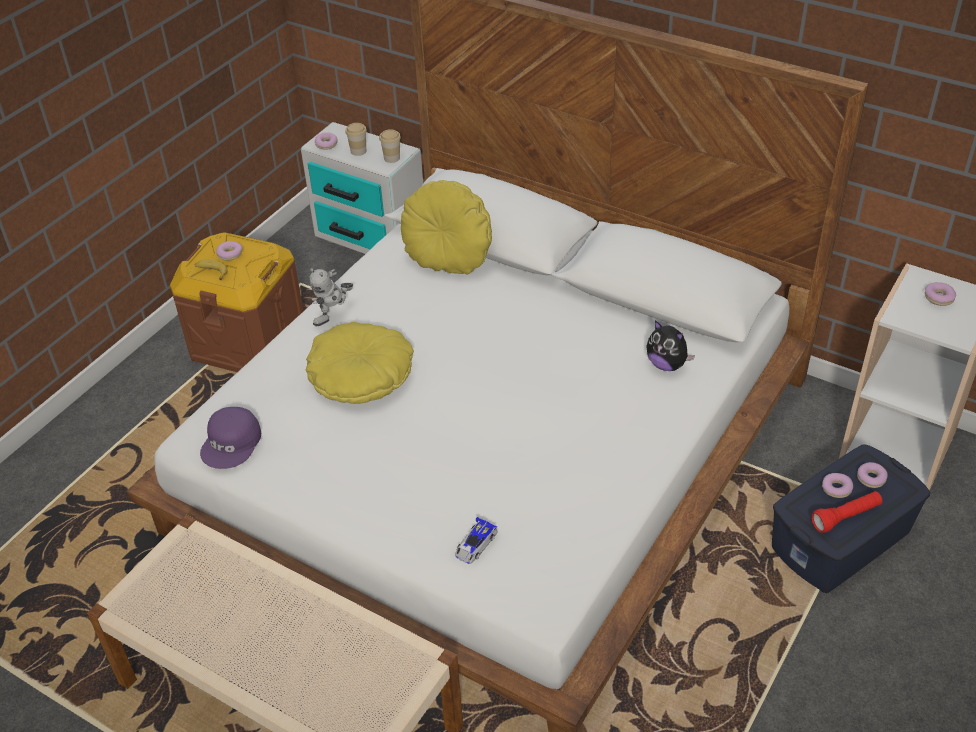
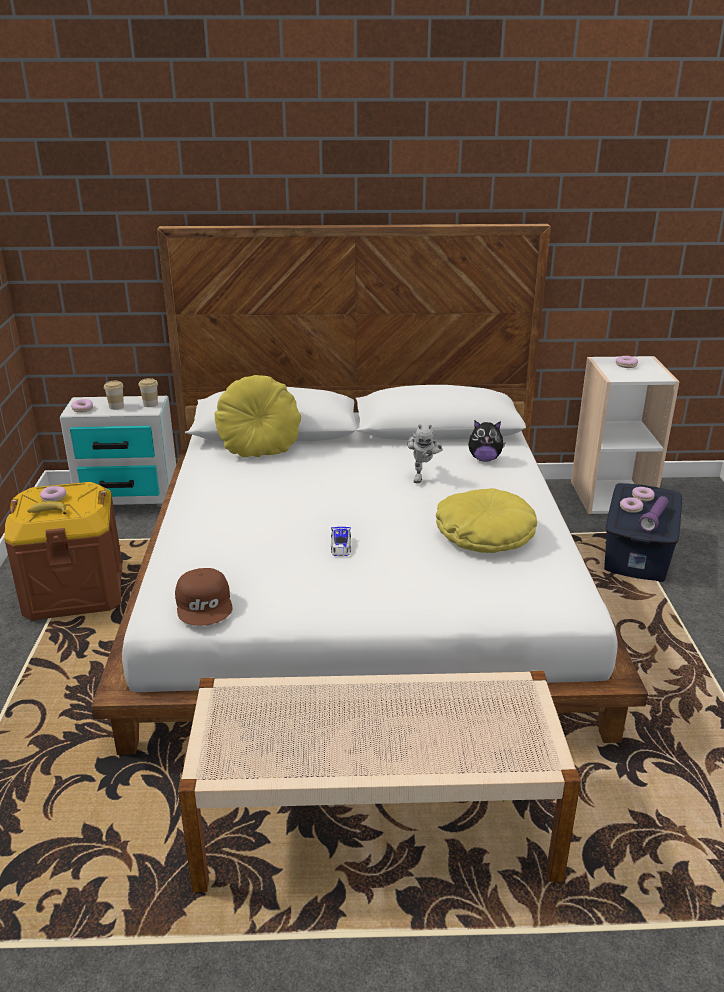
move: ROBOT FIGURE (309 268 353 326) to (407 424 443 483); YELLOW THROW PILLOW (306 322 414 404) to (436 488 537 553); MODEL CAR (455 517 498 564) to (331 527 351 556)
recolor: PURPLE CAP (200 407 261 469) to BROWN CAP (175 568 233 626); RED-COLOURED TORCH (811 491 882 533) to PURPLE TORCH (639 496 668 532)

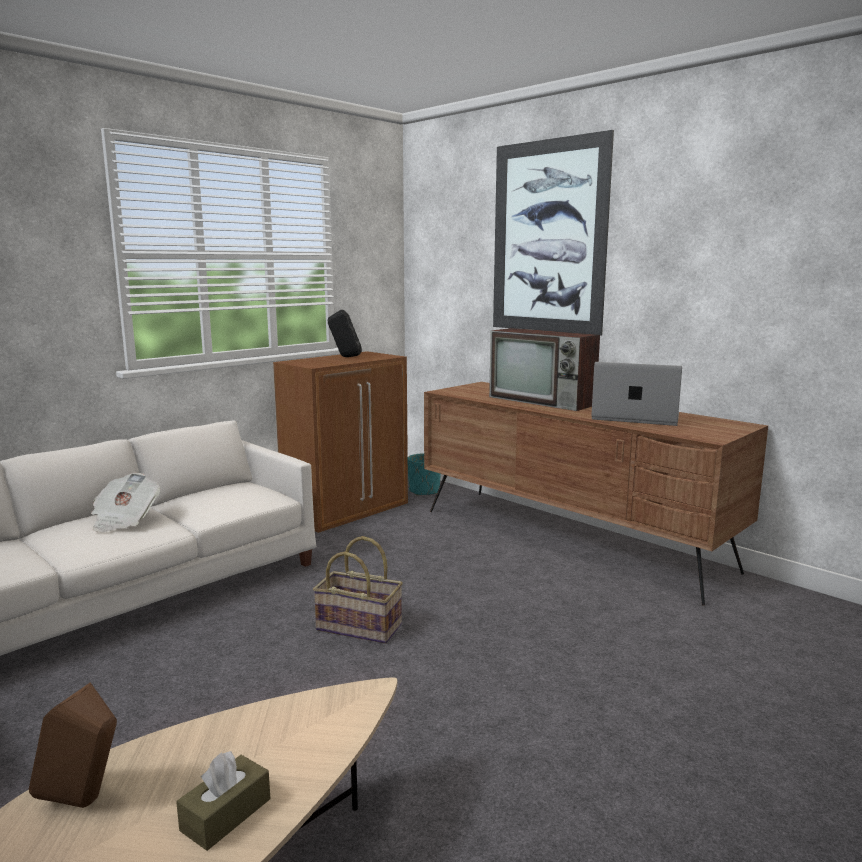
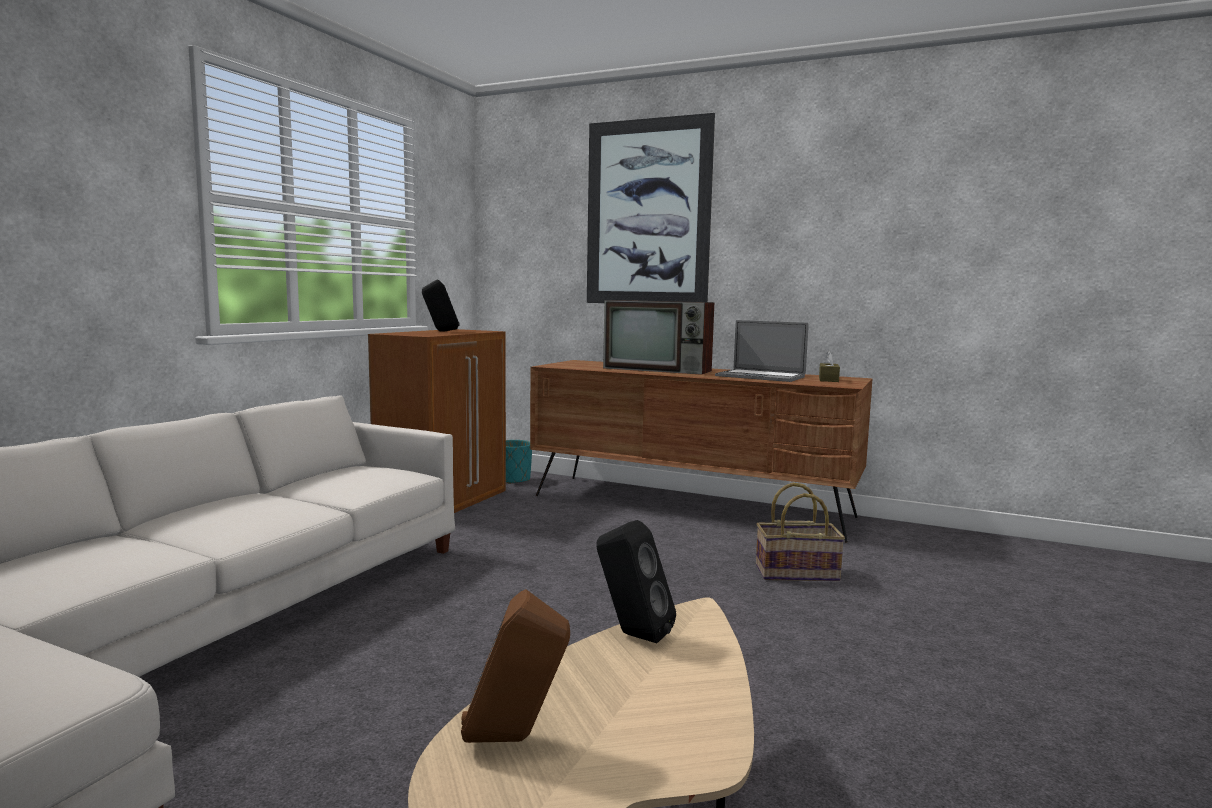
delete: PRINTED PAPER (91 473 160 532)
insert: BLACK LOUDSPEAKER (596 520 676 643)
move: BASKET (313 536 403 644) to (756 483 845 581); BROWN BOX OF TISSUES (176 751 270 851) to (819 351 840 382)
rotate: PORTABLE COMPUTER (591 362 682 426) = (715 320 809 382) 150 degrees counterclockwise

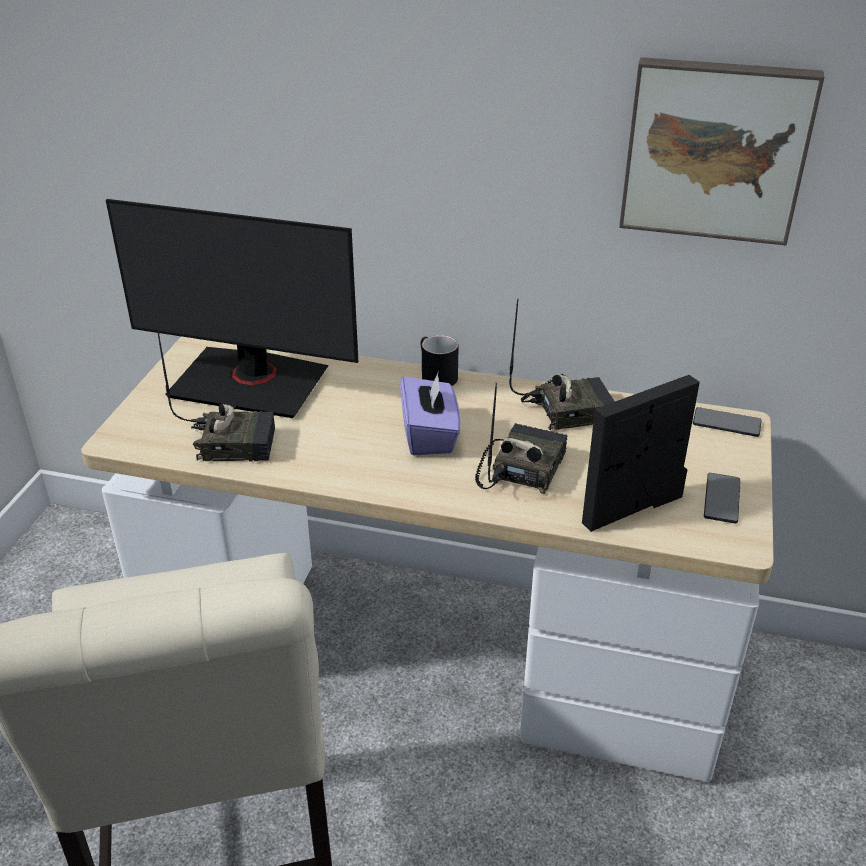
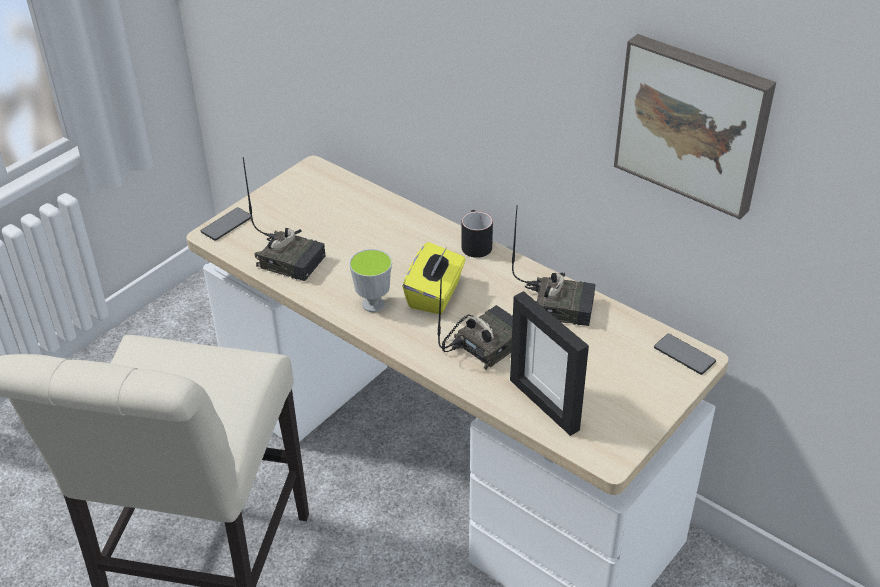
delete: COMPUTER SCREEN (106 199 358 418)
insert: DRINKING CUP (349 249 392 312)
move: HANDSET (704 473 740 523) to (201 207 251 241)
recolor: PURPLE BOX OF TISSUES (400 371 461 455) to YELLOW BOX OF TISSUES (403 242 466 314)
rotate: PHOTO FRAME (582 375 700 532) = (510 291 589 436) 120 degrees counterclockwise

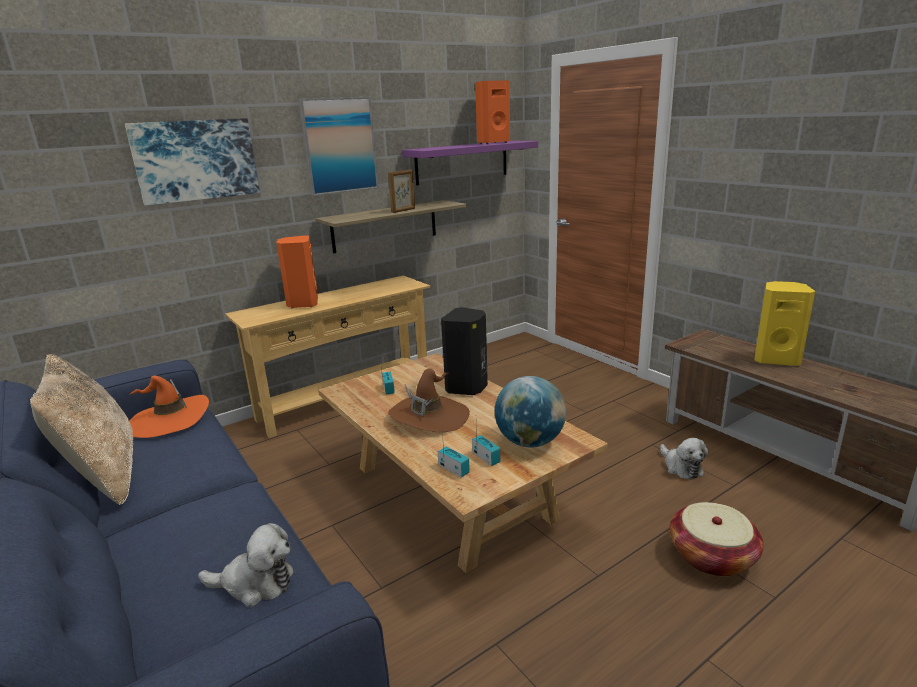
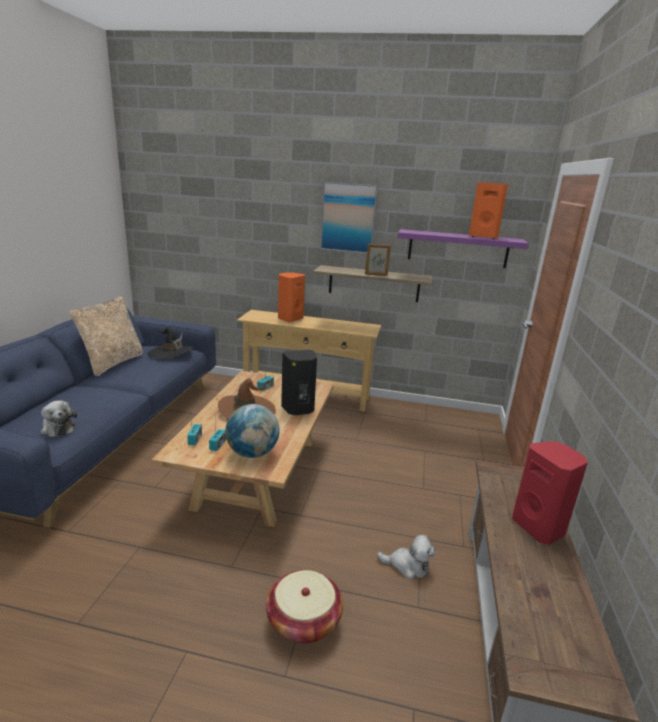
delete: WALL PICTURE (125 118 260 206)
recolor: YELLOW LOUDSPEAKER (755 281 815 366) to RED-COLOURED LOUDSPEAKER (512 441 588 545); ORANGE HAT (130 376 209 438) to BLACK HAT (147 326 193 359)
rotate: CUDDLY TOY (660 438 708 480) = (377 534 435 580) 105 degrees counterclockwise

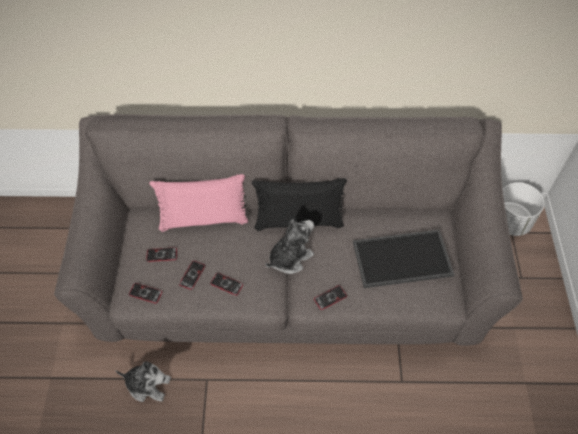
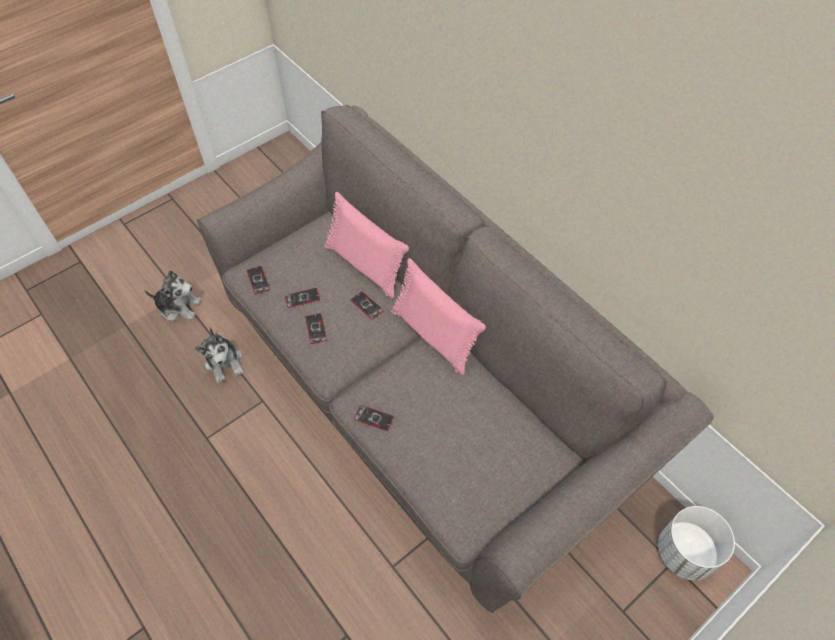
delete: CARRYING TRAY (353 230 454 288)
move: CUDDLY TOY (265 219 314 274) to (144 271 201 321); HANDSET (146 247 177 262) to (351 291 384 319)
recolor: BLACK THROW PILLOW (252 178 347 231) to PINKISH THROW PILLOW (391 258 486 375)

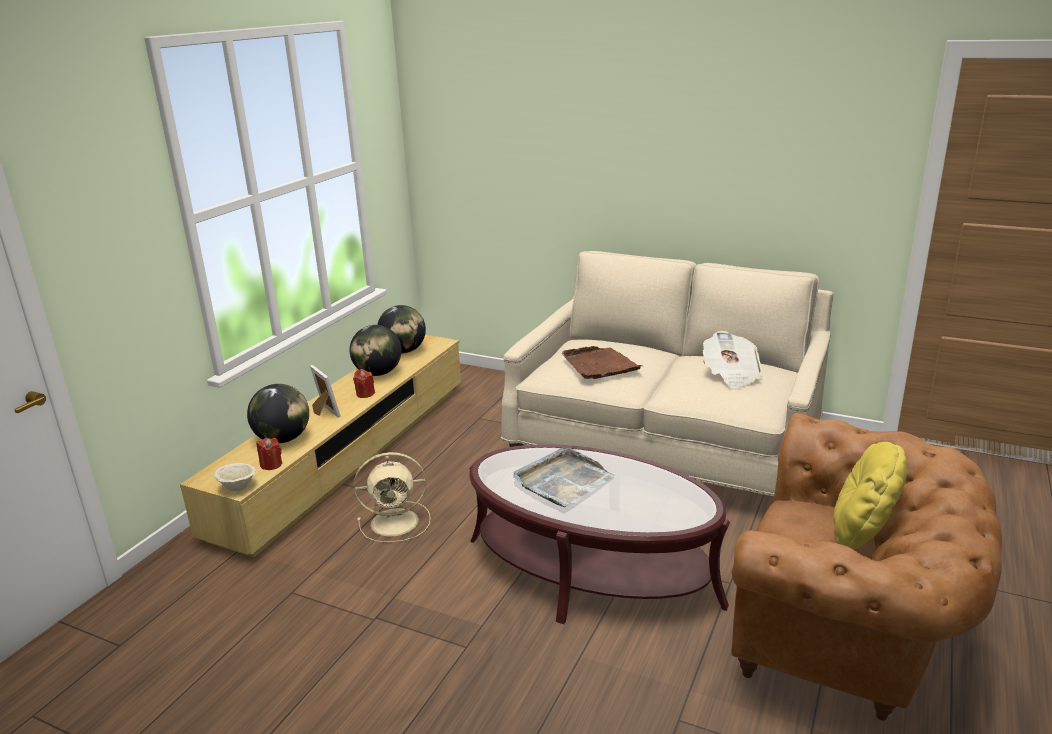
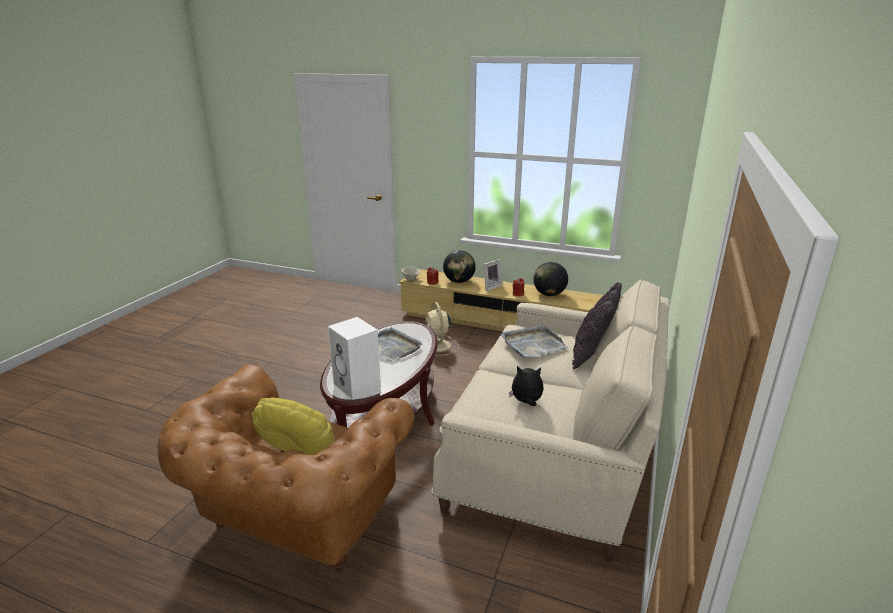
delete: WORLD GLOBE (377 305 426 353)
insert: BLACK THROW PILLOW (572 282 622 370); WHITISH LOUDSPEAKER (328 317 381 400)
replace: PRINTED PAPER (703 331 762 389) to CUDDLY TOY (509 366 544 406)
recolor: BROWN CARRYING TRAY (562 346 642 379) to GREY CARRYING TRAY (501 326 568 358)

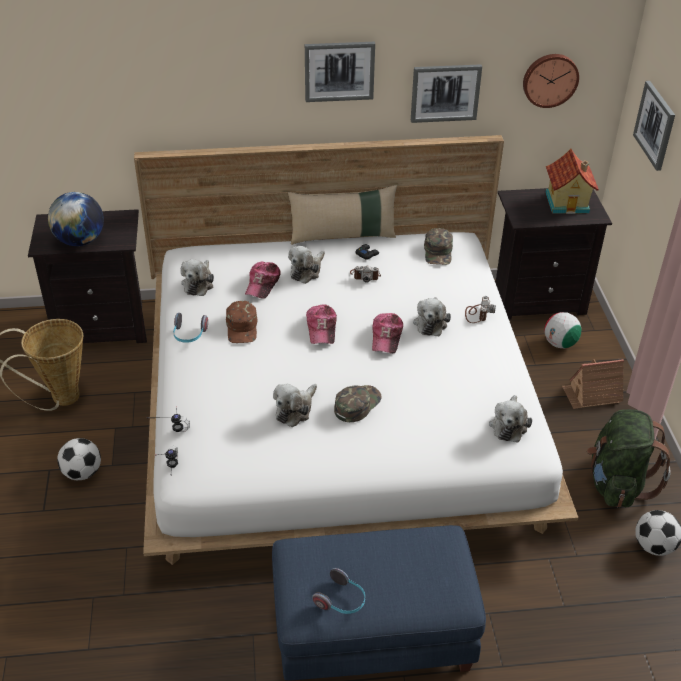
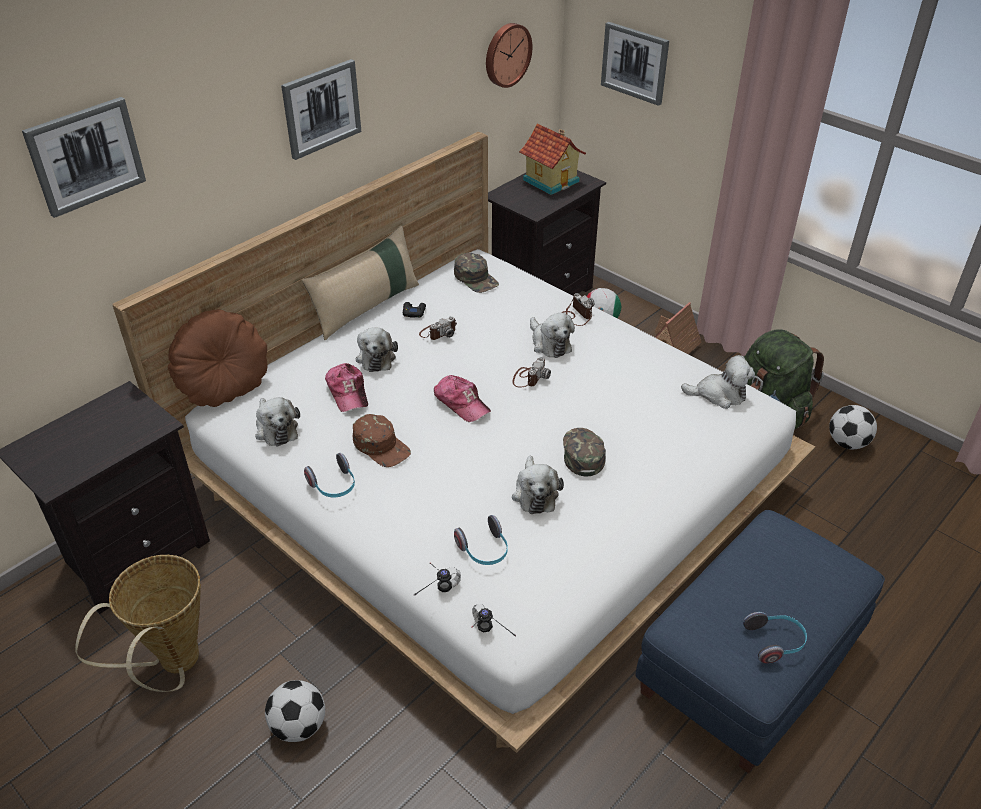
delete: WORLD GLOBE (48 192 104 246)
insert: BROWN THROW PILLOW (168 309 267 407); HEADPHONES (454 515 508 565)
move: WALL PICTURE (411 64 482 123) to (22 97 146 218)
replace: CAP (372 313 403 353) to PHOTO CAMERA (513 357 551 387)
rotate: CUDDLY TOY (489 395 532 443) = (681 355 755 409) 60 degrees counterclockwise

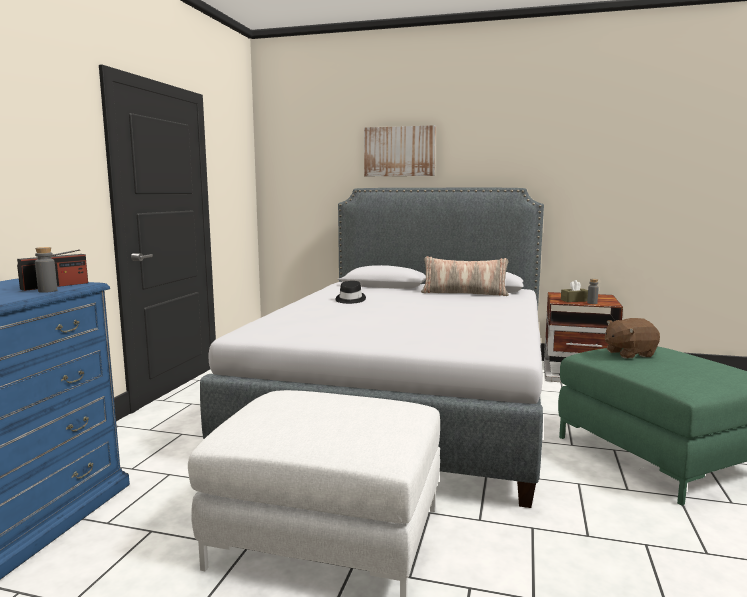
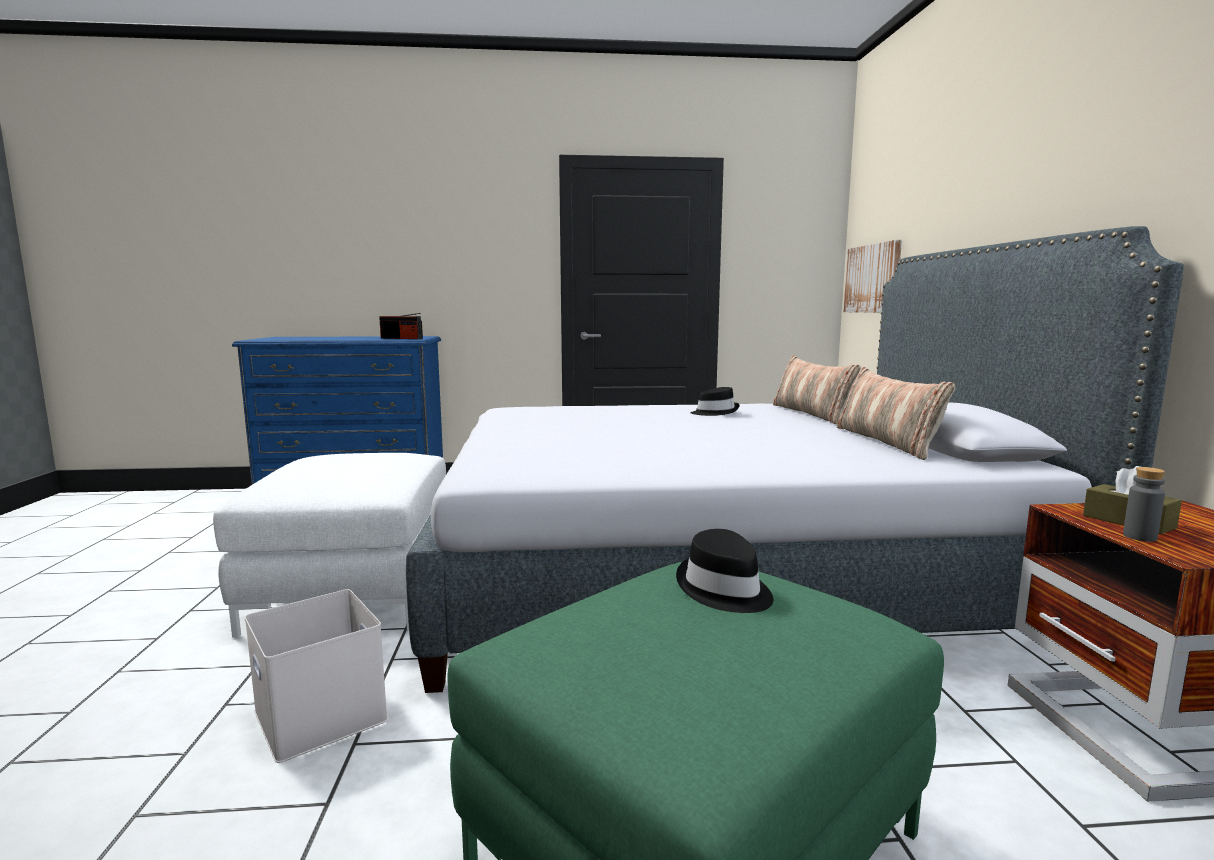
delete: GREY DRINK BOTTLE (35 247 57 293)
insert: THROW PILLOW (773 355 861 425); WHITISH STORAGE BOX (245 589 388 763)
move: WALL PICTURE (364 125 436 176) to (844 240 902 313)
replace: BROWN CUDDLY TOY (605 318 660 358) to BLACK HAT (676 529 774 613)

